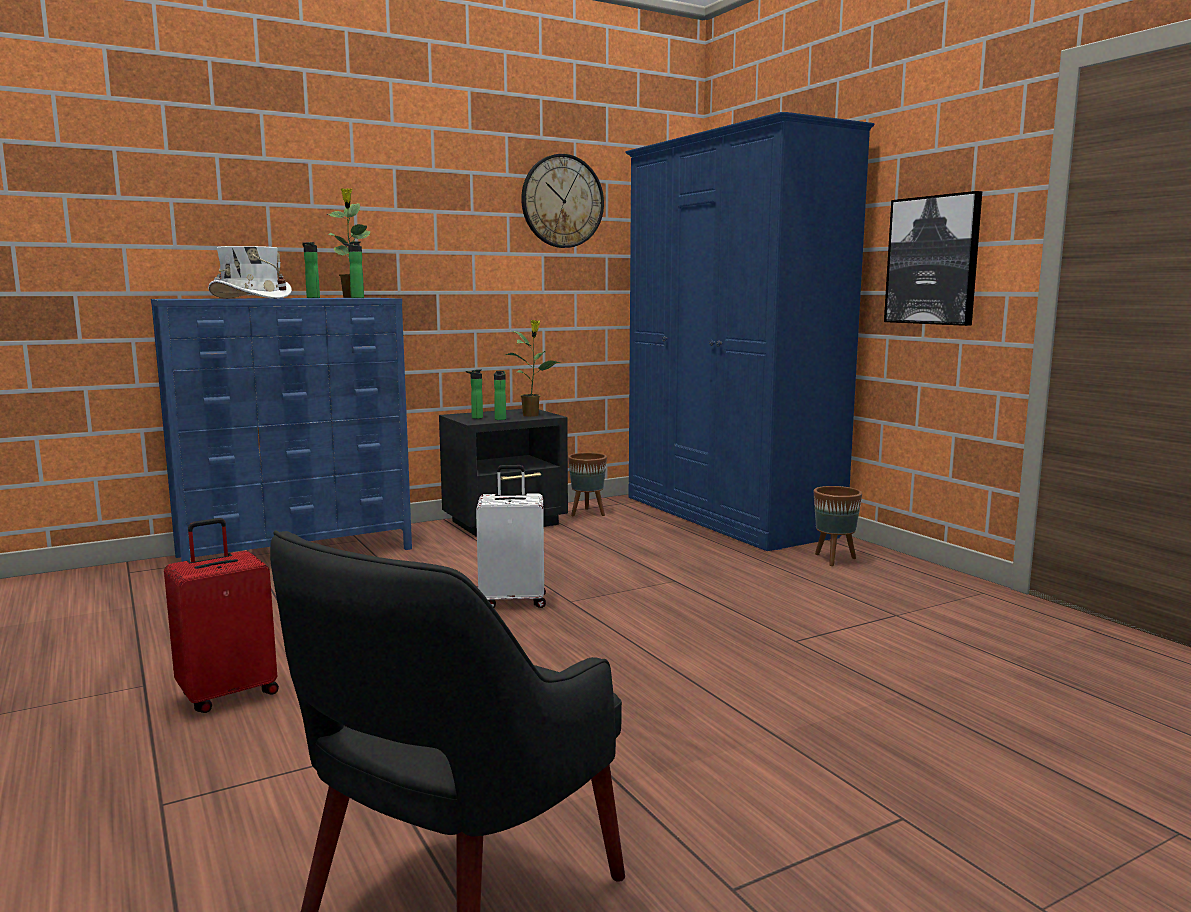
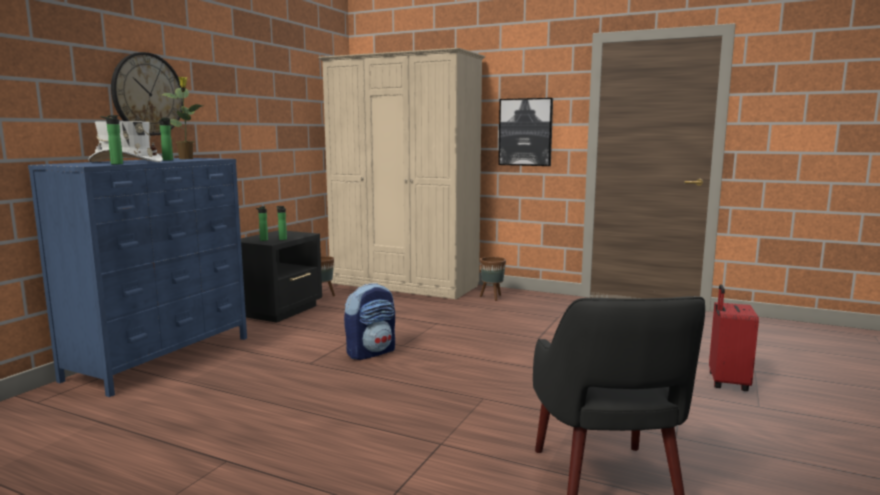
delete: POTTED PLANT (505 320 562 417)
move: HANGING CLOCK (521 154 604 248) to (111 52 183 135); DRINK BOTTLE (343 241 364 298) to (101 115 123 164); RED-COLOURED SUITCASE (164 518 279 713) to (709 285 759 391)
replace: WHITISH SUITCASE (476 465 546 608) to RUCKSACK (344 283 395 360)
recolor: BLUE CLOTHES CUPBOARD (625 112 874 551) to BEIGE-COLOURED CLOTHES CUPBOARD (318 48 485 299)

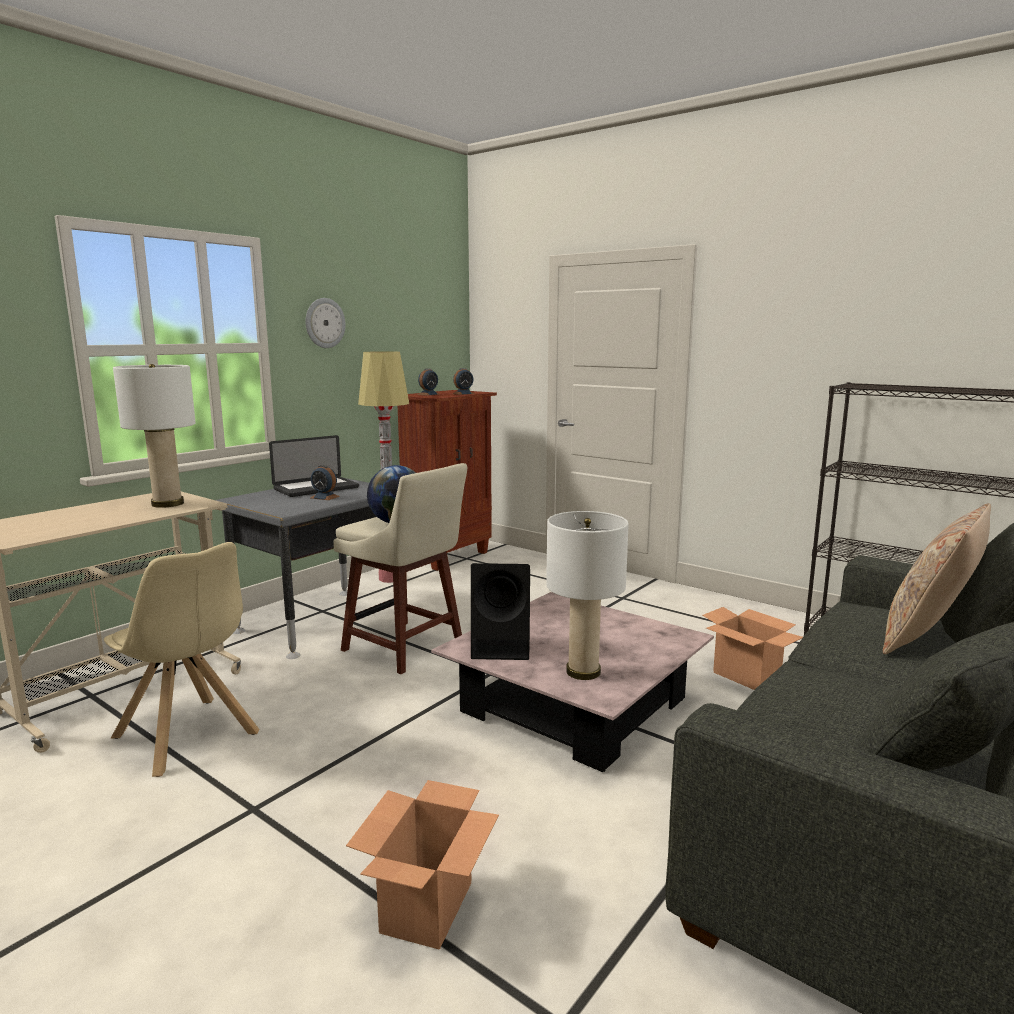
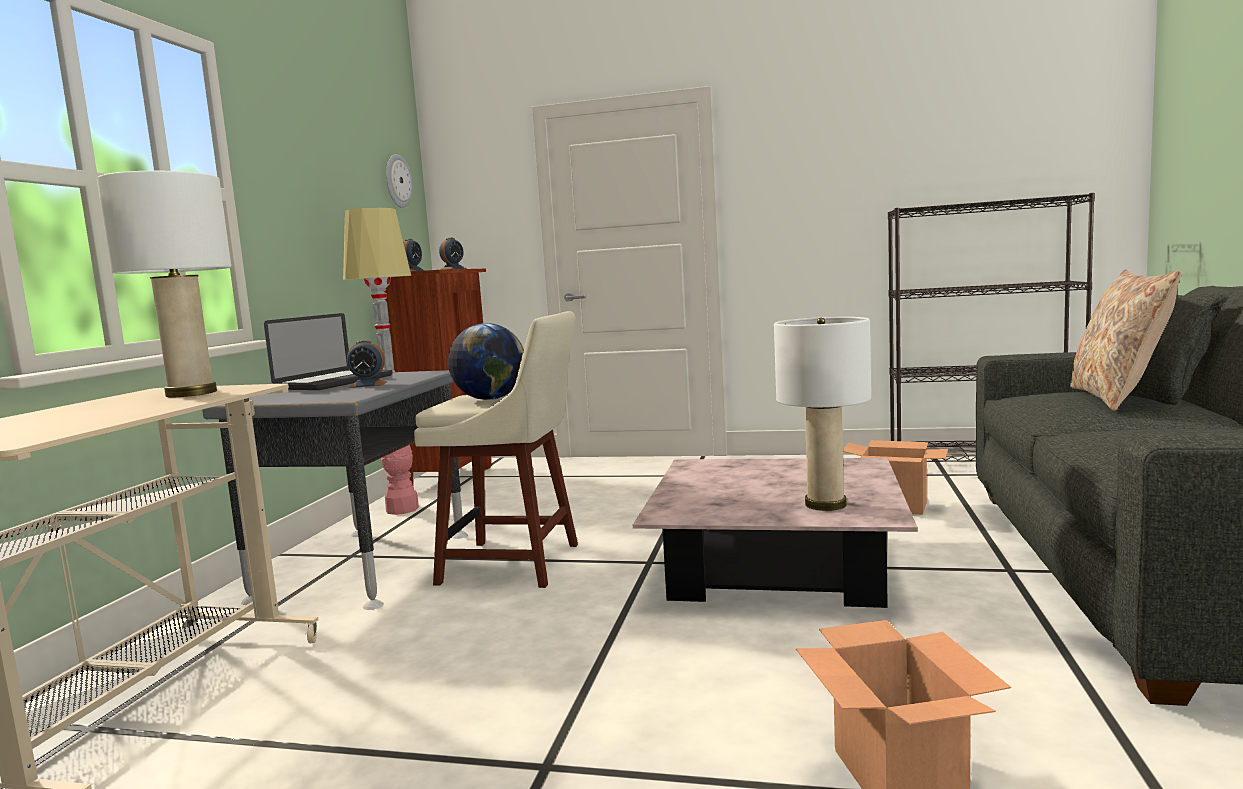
delete: BEIGE-COLOURED PLAIN CHAIR (104 542 260 777); BLACK LOUDSPEAKER (471 563 530 660)
move: HANGING CLOCK (305 298 345 348) to (386 154 413 208)

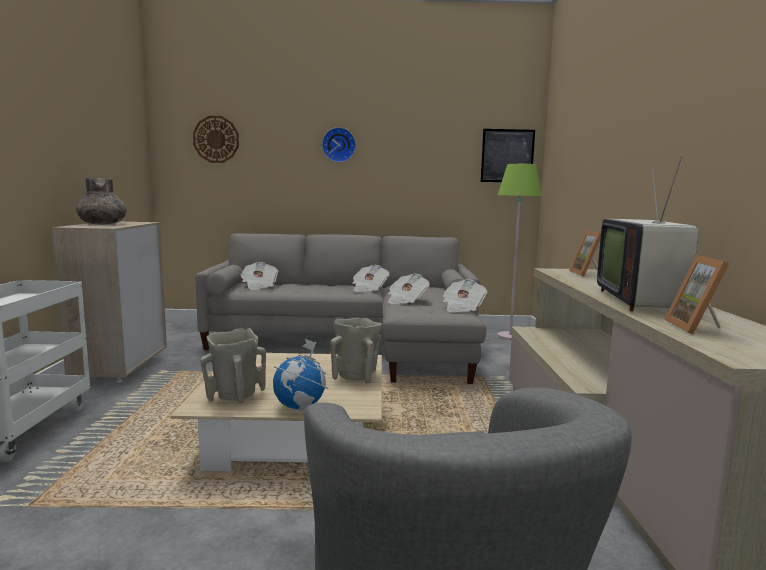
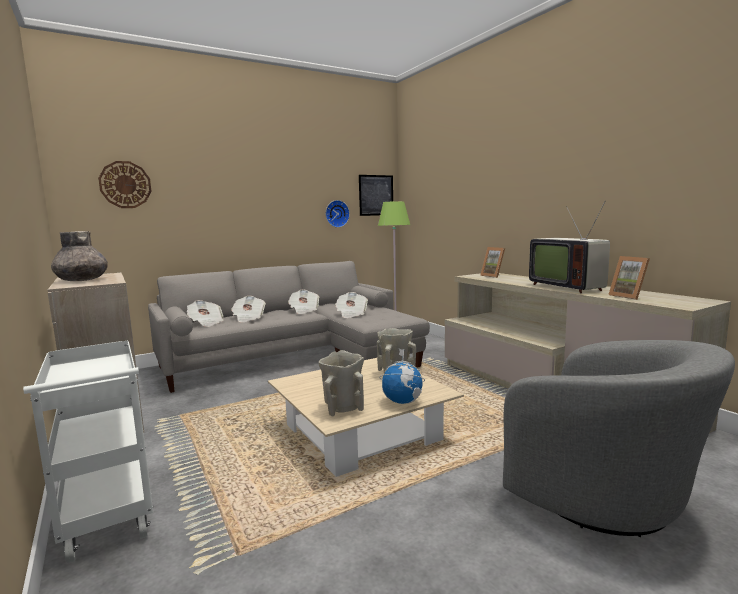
move: HANGING CLOCK (322 127 356 162) to (325 200 350 228); PRINTED PAPER (443 279 487 313) to (231 296 266 322)

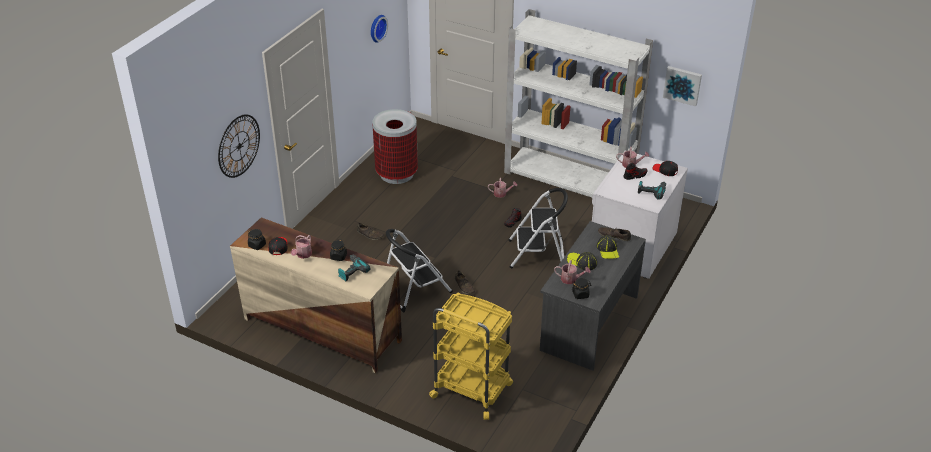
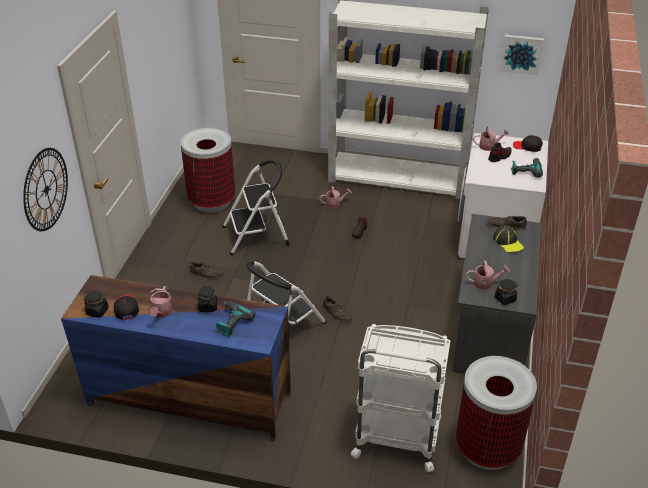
delete: HANGING CLOCK (371 15 388 43); CAP (567 252 597 270)
insert: TRASH CAN (456 356 537 470)
move: STEPLADDER (508 188 568 268) to (222 159 290 255)
recolor: BEIGE-COLOURED CABINET (230 217 402 373) to BLUE CABINET (61 275 291 441); YELLOW TROLLEY (429 293 513 420) to WHITISH TROLLEY (351 324 450 473)

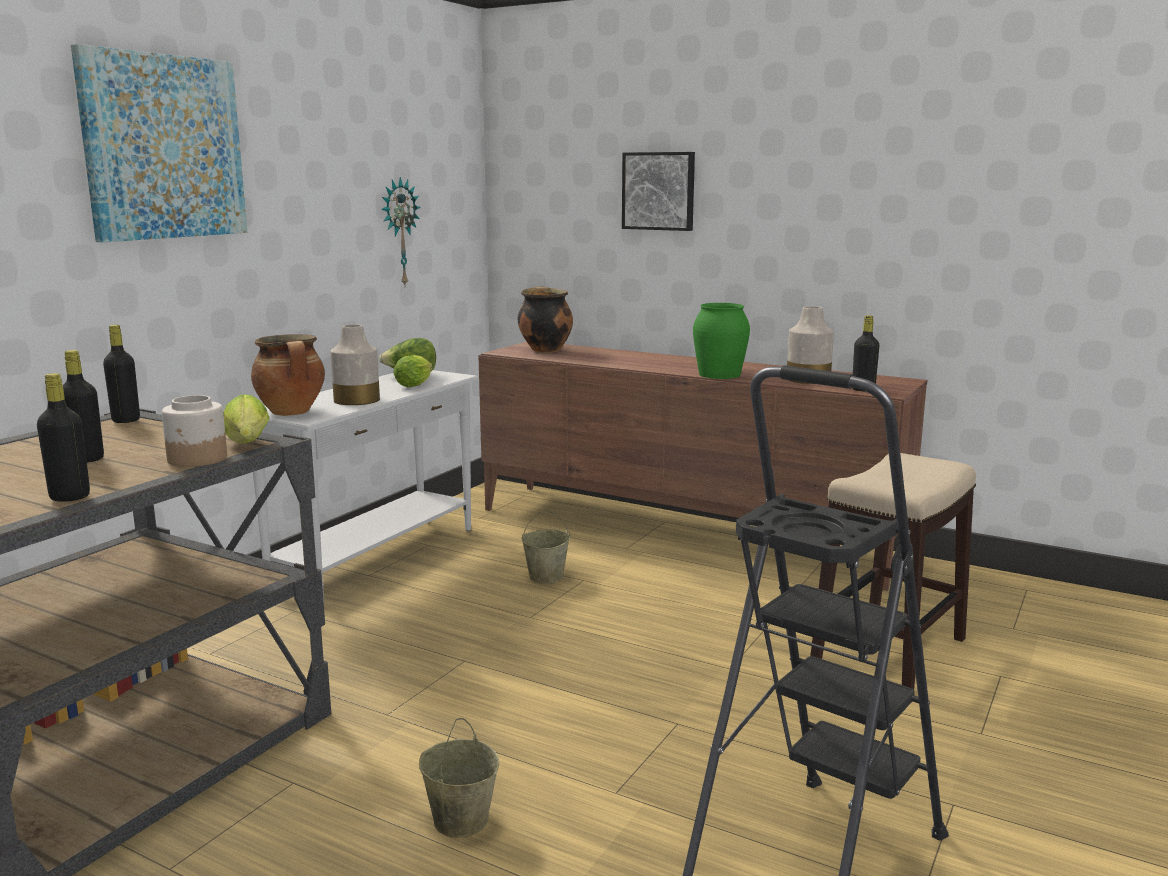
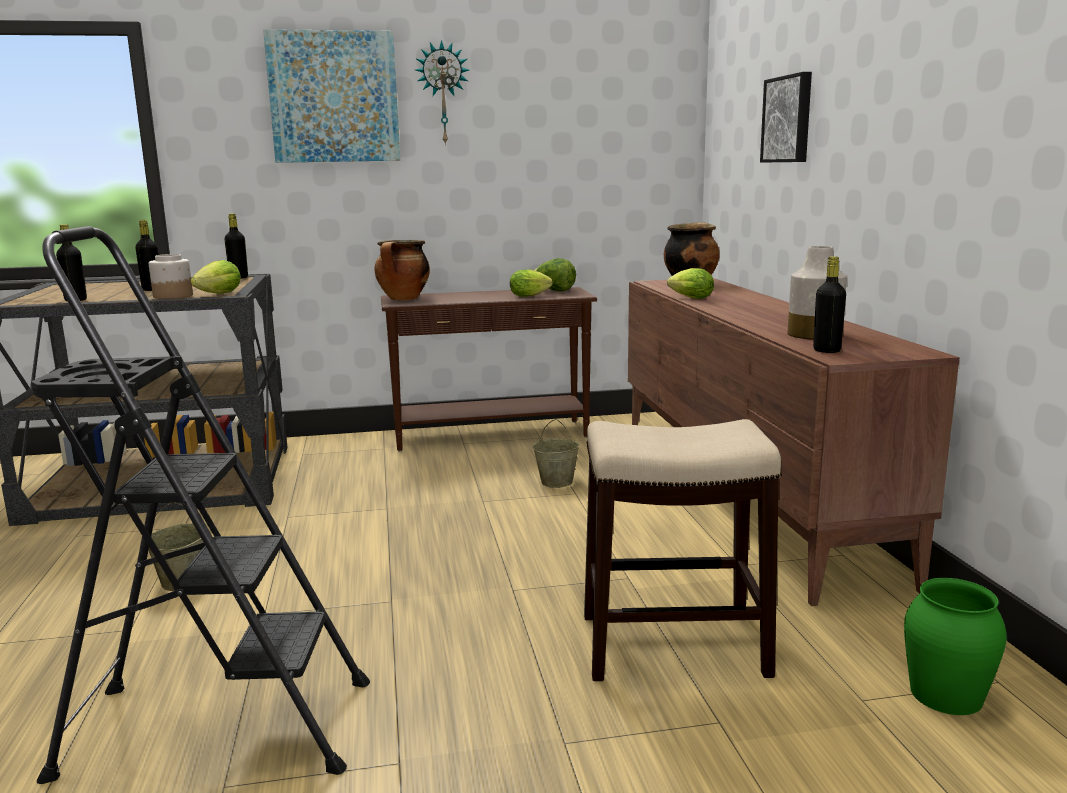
delete: BEIGE-COLOURED DECORATIVE VASE (330 324 380 405)
insert: LETTUCE HEAD (667 268 714 299)
move: HANGING CLOCK (381 177 421 288) to (416 40 469 145); GREEN-COLOURED DECORATIVE VASE (693 303 750 379) to (904 578 1007 715)
recolor: WHITISH HALL TABLE (253 370 478 601) to BROWN HALL TABLE (381 287 597 451)

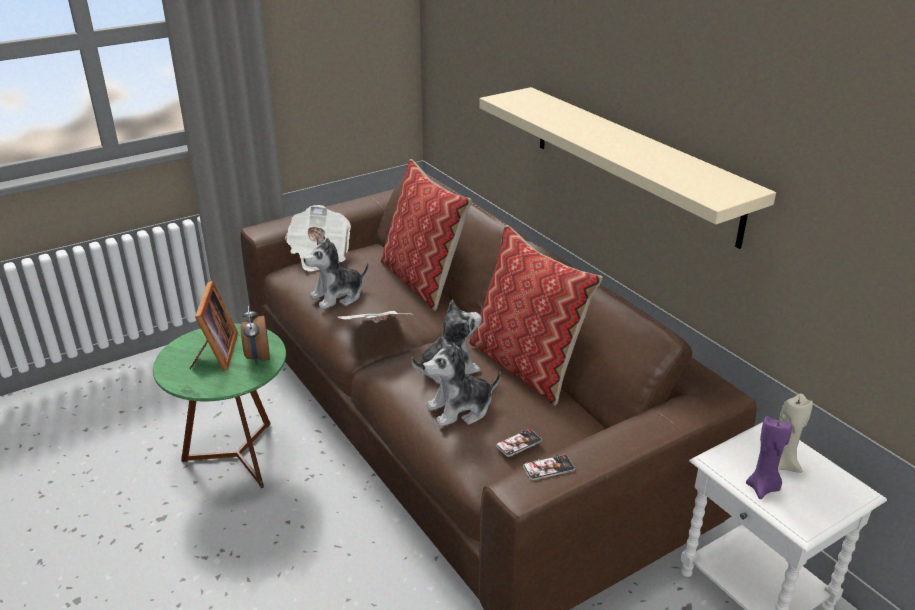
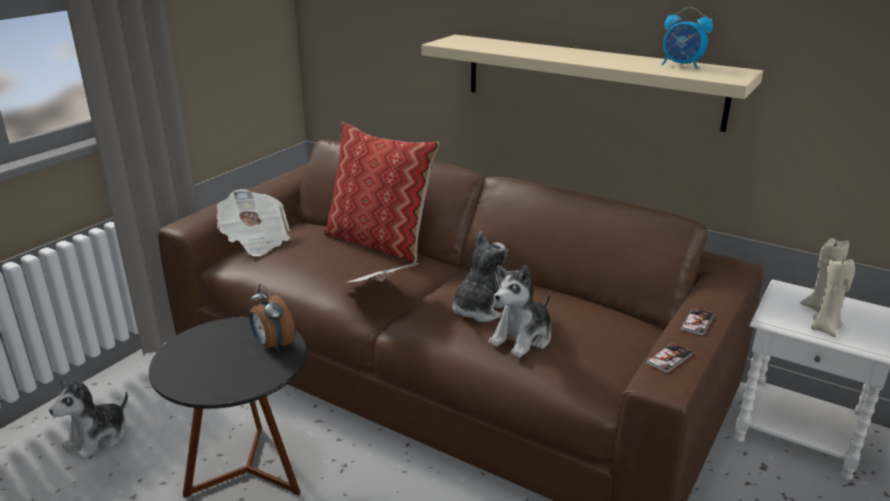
delete: THROW PILLOW (469 225 603 406); PHOTO FRAME (190 281 238 371)
insert: TABLE CLOCK (661 7 713 69)
move: CUDDLY TOY (304 236 369 309) to (49 379 128 460); HANDSET (496 429 542 457) to (681 308 714 335)
recolor: GREEN-COLOURED SIDE TABLE (153 324 286 488) to BLACK SIDE TABLE (149 317 307 498); PURPLE CANDLE (746 416 792 499) to BEIGE-COLOURED CANDLE (811 258 855 337)

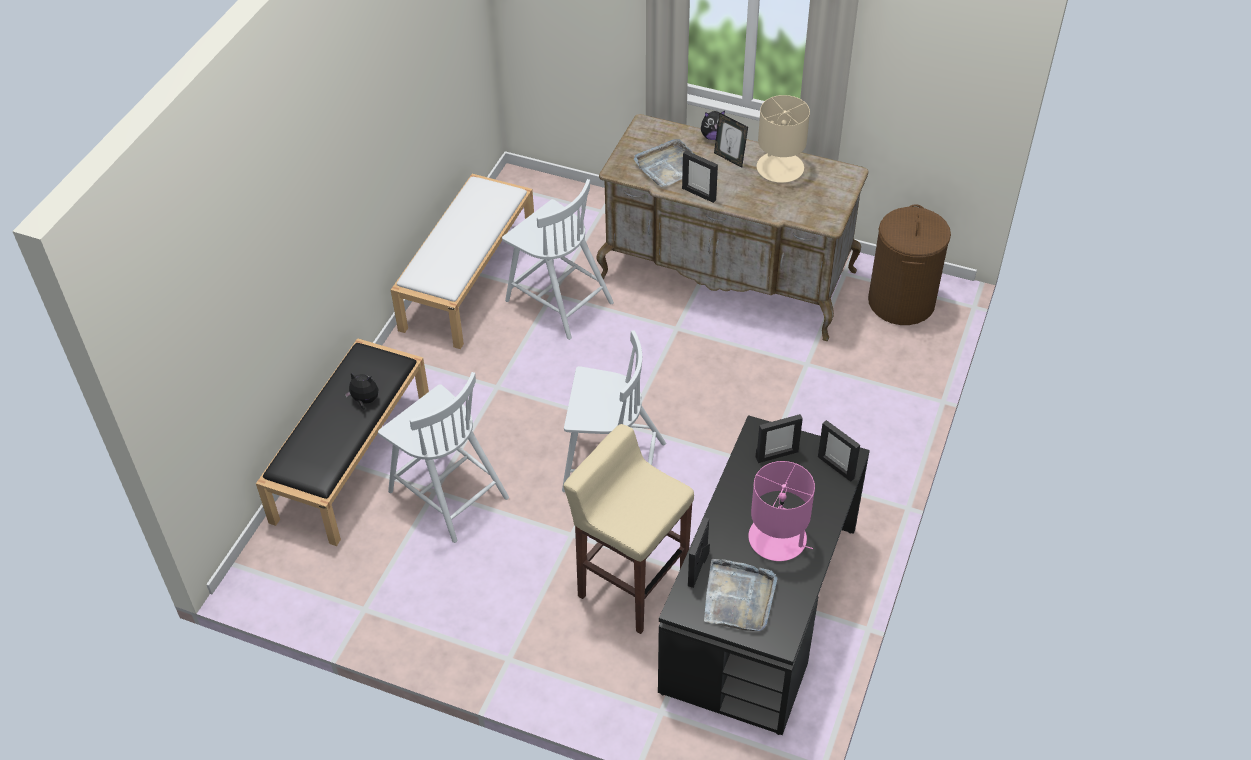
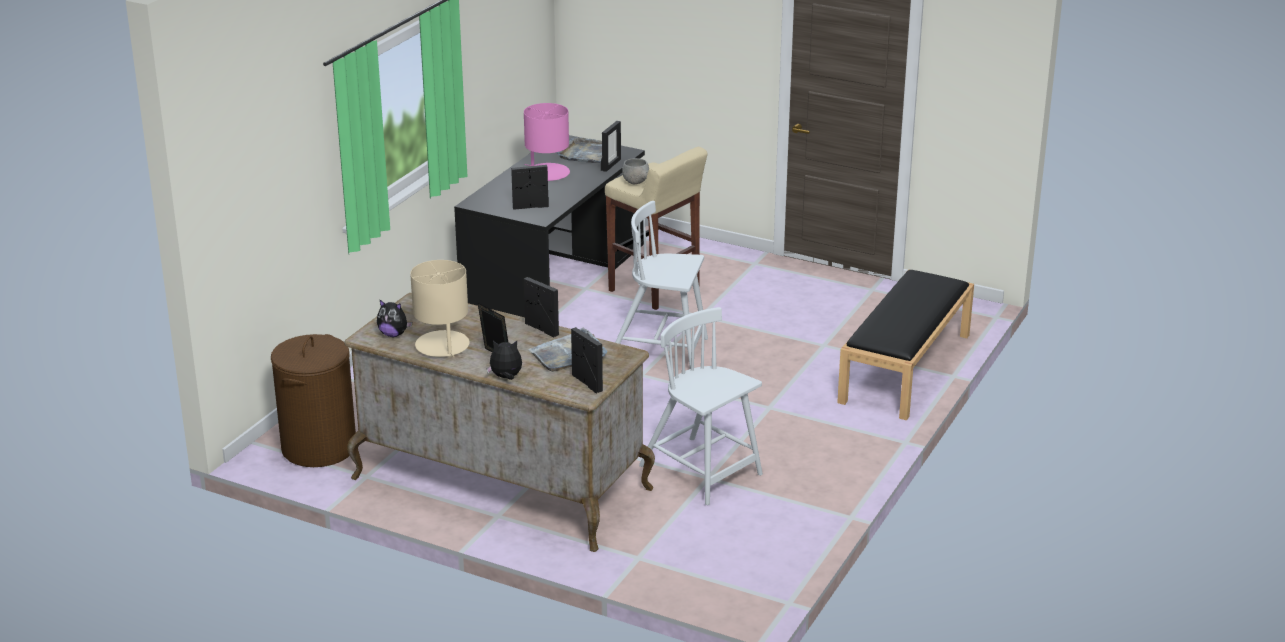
delete: WHITISH INDOOR BENCH (391 174 534 349); WHITISH PLAIN CHAIR (378 372 509 543)
insert: GREY SERVING BOWL (622 158 649 184)
move: CUDDLY TOY (345 373 378 410) to (377 299 412 337); PHOTO FRAME (818 420 860 482) to (571 327 603 394)

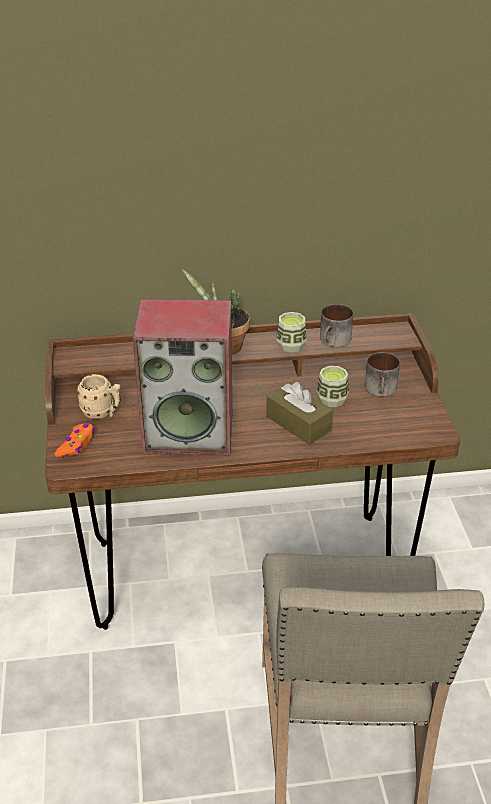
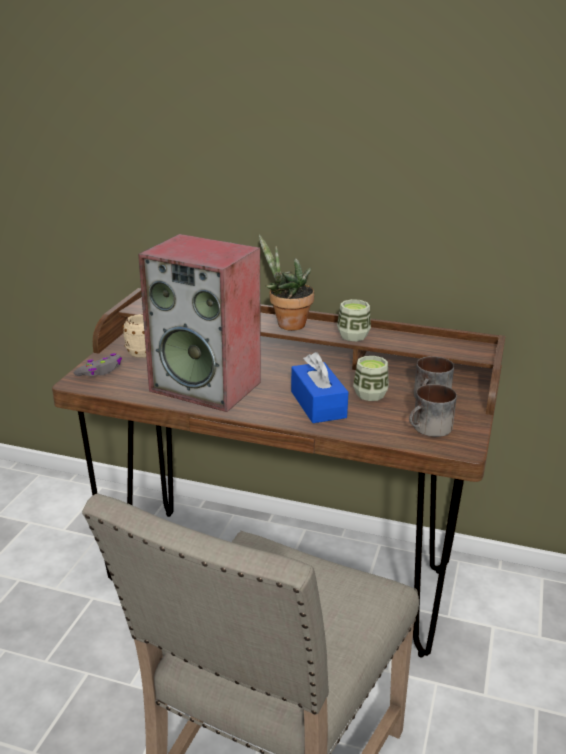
move: MUG (320 304 353 347) to (409 384 457 437)
recolor: BROWN BOX OF TISSUES (266 382 333 445) to BLUE BOX OF TISSUES (291 352 349 423); ORANGE JOYPAD (54 424 95 457) to GREY JOYPAD (73 353 122 376)

